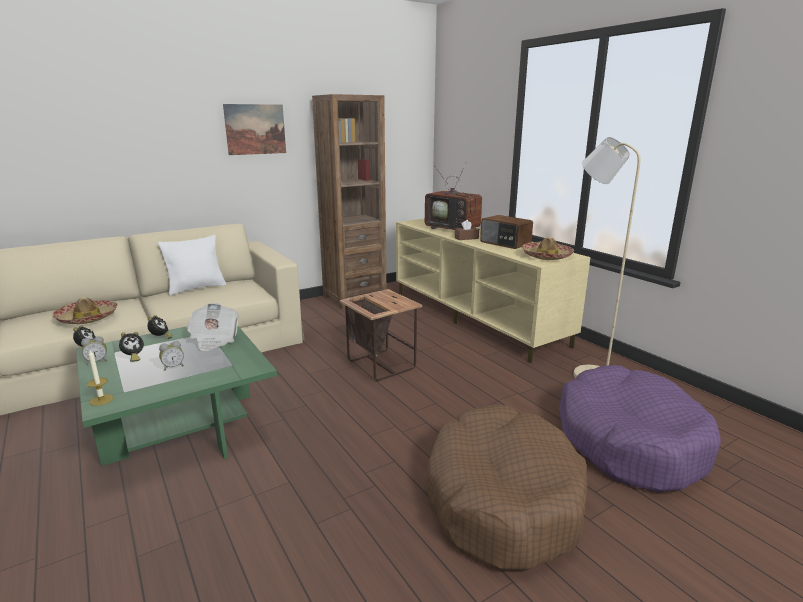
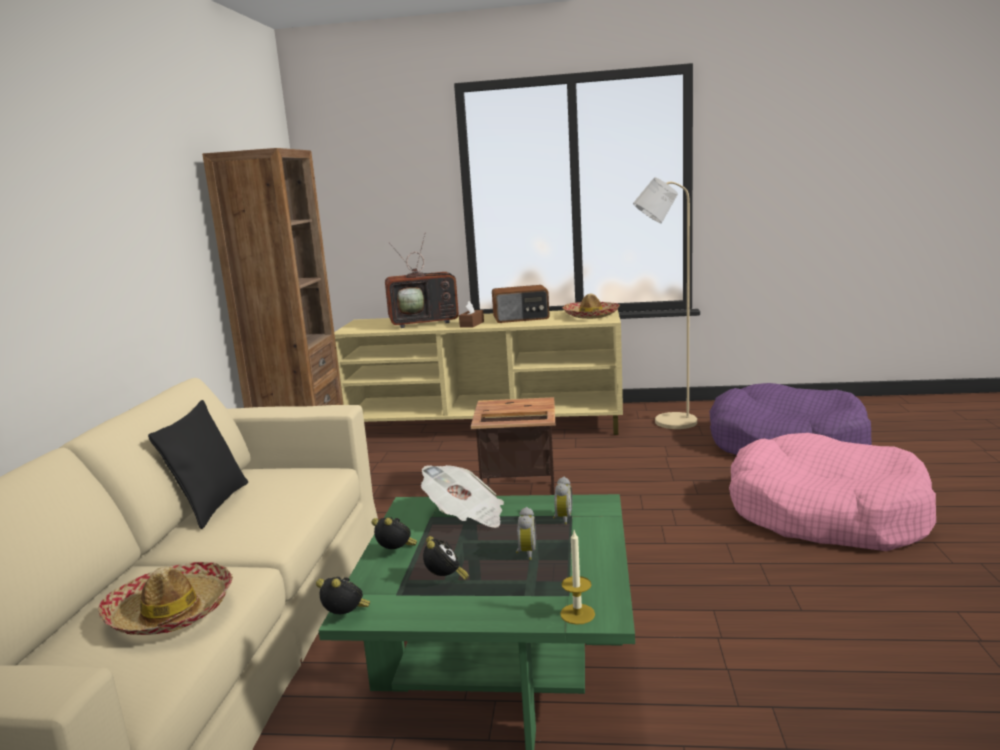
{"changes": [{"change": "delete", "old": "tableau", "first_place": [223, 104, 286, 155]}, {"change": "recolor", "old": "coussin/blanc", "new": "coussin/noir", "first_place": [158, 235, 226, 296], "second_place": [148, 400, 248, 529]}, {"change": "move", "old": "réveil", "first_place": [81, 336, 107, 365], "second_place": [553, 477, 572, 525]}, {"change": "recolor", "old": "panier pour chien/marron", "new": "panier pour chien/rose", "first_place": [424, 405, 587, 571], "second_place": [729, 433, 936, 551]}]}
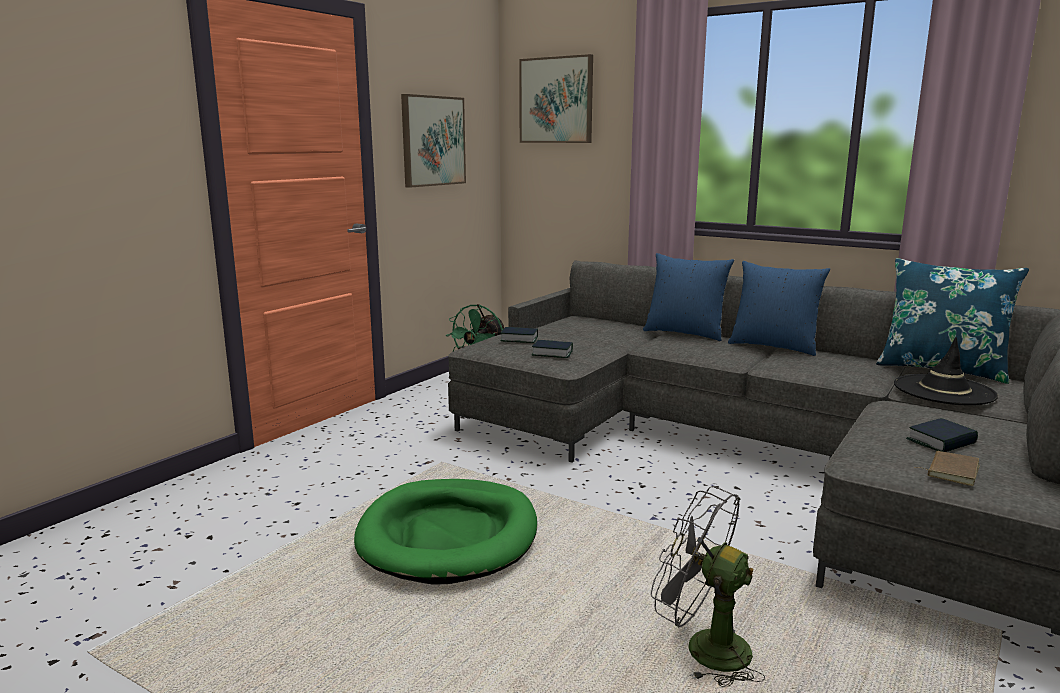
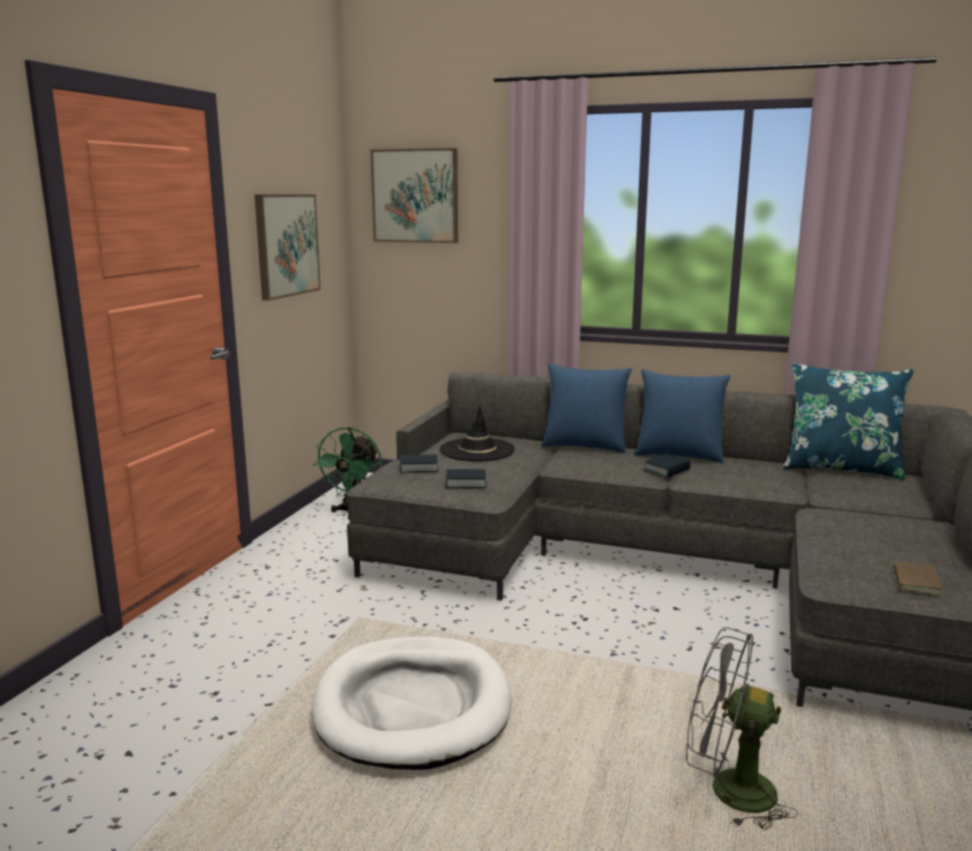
{"changes": [{"change": "move", "old": "chapeau/noir", "first_place": [894, 337, 998, 405], "second_place": [440, 406, 515, 461]}, {"change": "move", "old": "livre", "first_place": [906, 418, 978, 452], "second_place": [643, 454, 690, 478]}, {"change": "recolor", "old": "panier pour chien/vert", "new": "panier pour chien/blanc", "first_place": [354, 479, 537, 585], "second_place": [311, 637, 512, 770]}]}
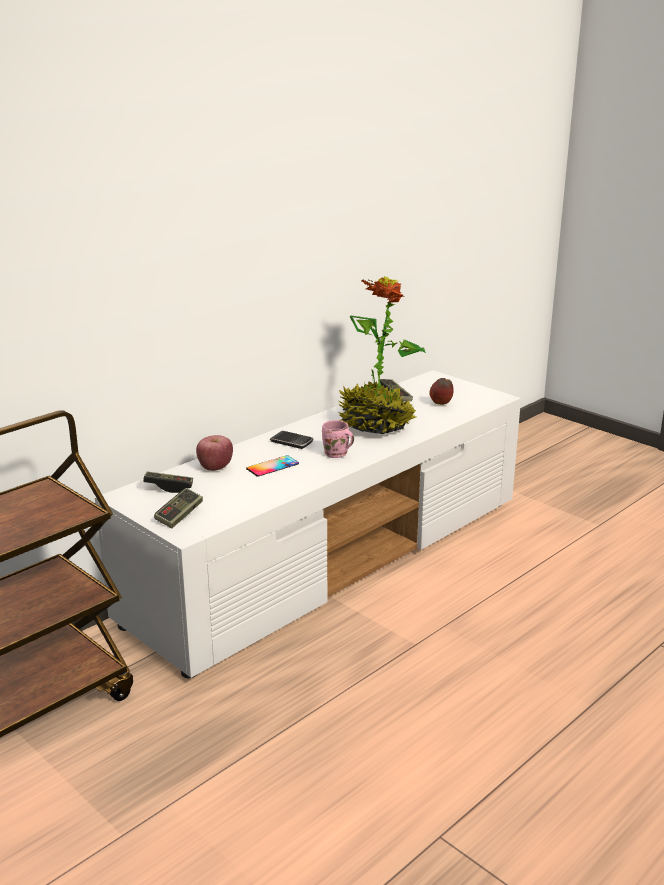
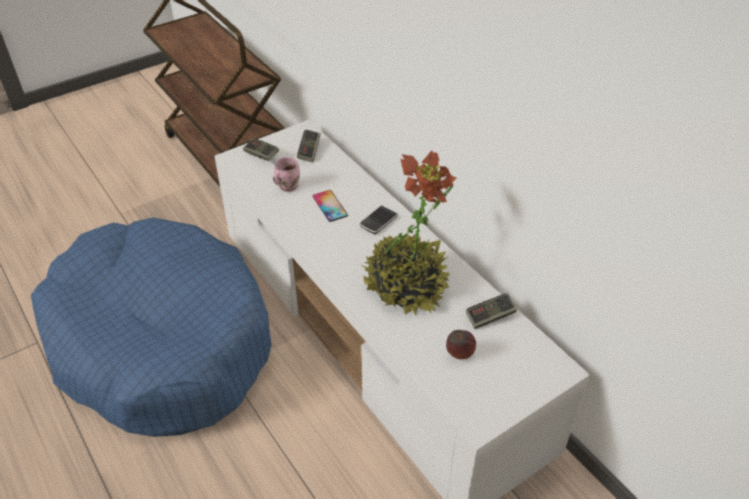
{"changes": [{"change": "move", "old": "mug/rose", "first_place": [322, 420, 354, 458], "second_place": [273, 157, 300, 192]}, {"change": "delete", "old": "pomme", "first_place": [196, 435, 233, 471]}, {"change": "insert", "new": "panier pour chien/bleu", "second_place": [31, 217, 272, 437]}]}
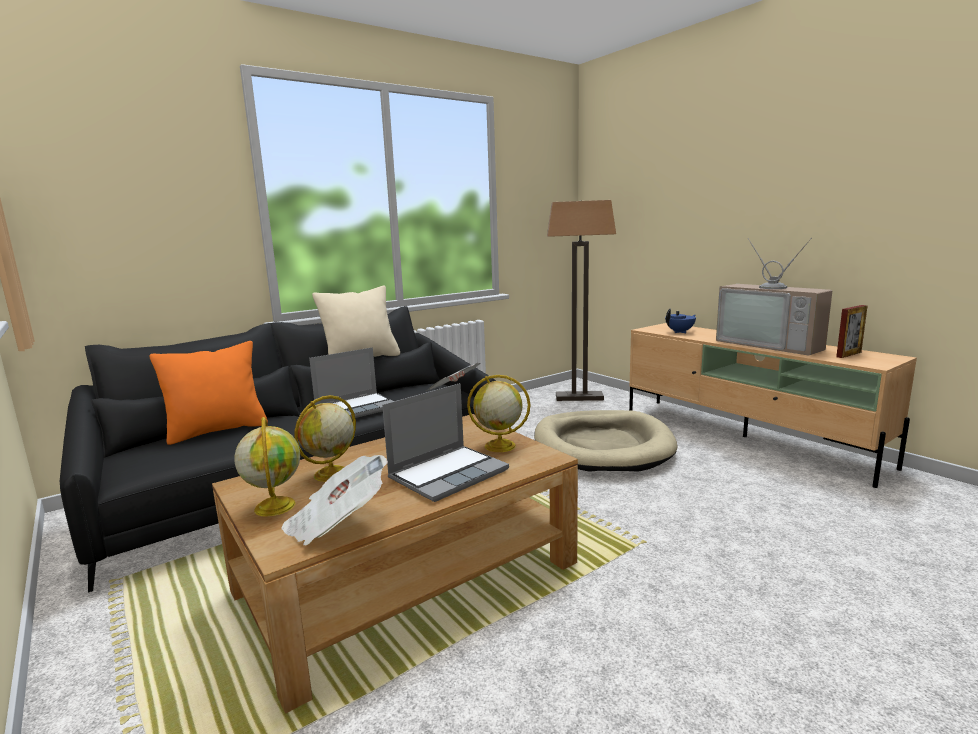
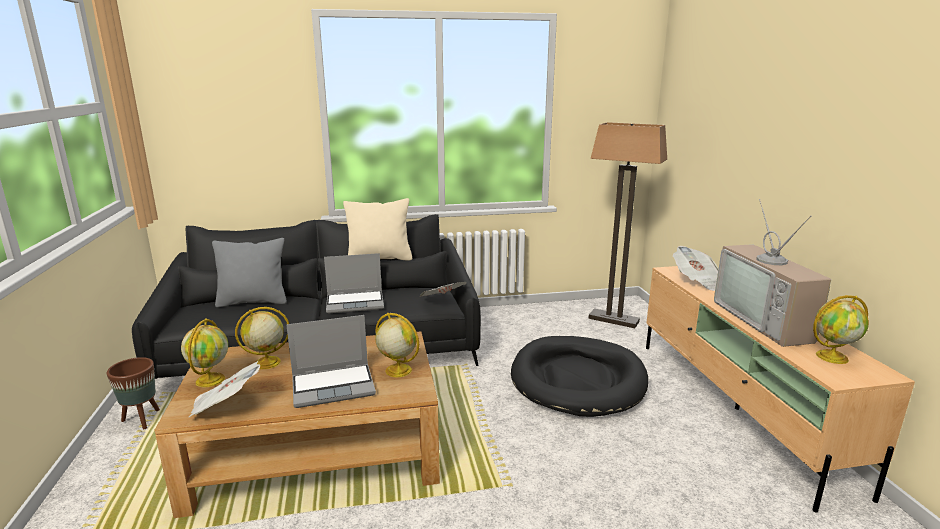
{"changes": [{"change": "replace", "old": "cadre photo", "new": "globe", "first_place": [836, 305, 868, 358], "second_place": [813, 295, 869, 364]}, {"change": "replace", "old": "théière/bleu", "new": "journal", "first_place": [665, 309, 696, 333], "second_place": [673, 246, 719, 291]}, {"change": "recolor", "old": "coussin/orange", "new": "coussin/gris", "first_place": [150, 341, 268, 445], "second_place": [212, 238, 287, 307]}, {"change": "recolor", "old": "panier pour chien/beige", "new": "panier pour chien/noir", "first_place": [534, 410, 678, 472], "second_place": [511, 336, 648, 417]}, {"change": "insert", "new": "cache-pot/marron", "second_place": [107, 357, 160, 429]}]}
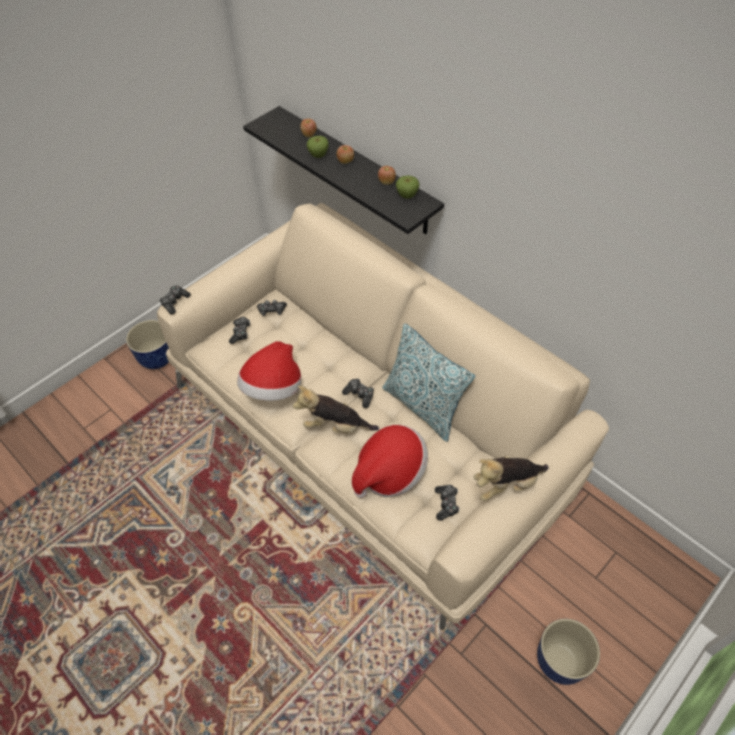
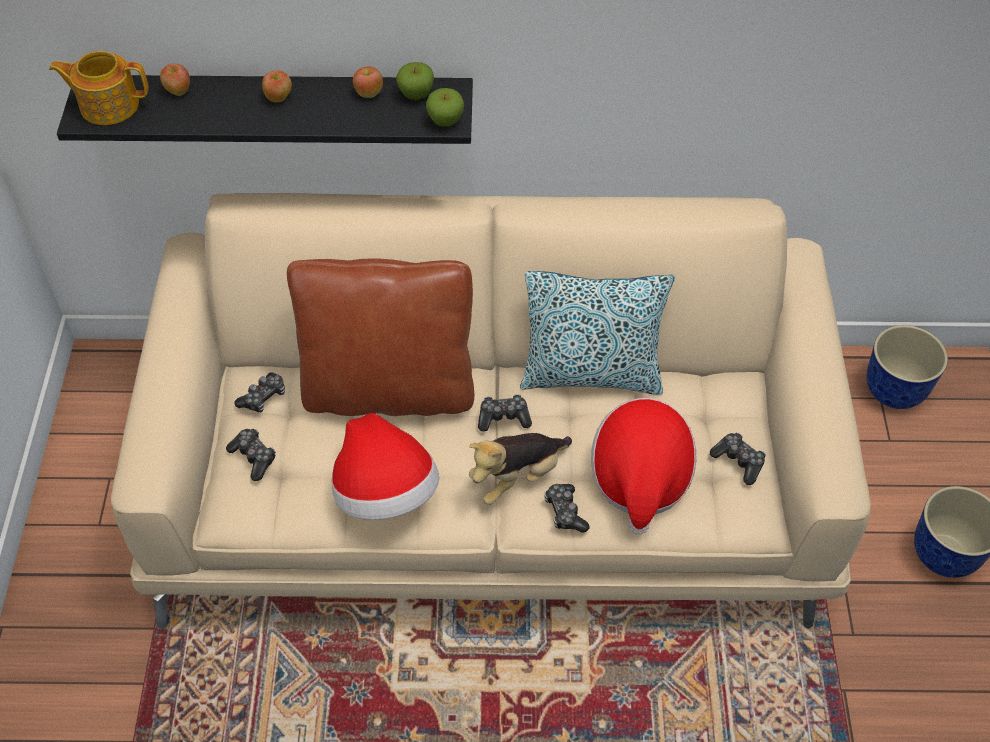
{"changes": [{"change": "move", "old": "pomme", "first_place": [307, 136, 329, 158], "second_place": [426, 88, 464, 127]}, {"change": "move", "old": "manette", "first_place": [160, 285, 191, 314], "second_place": [544, 484, 590, 533]}, {"change": "move", "old": "cache-pot", "first_place": [126, 320, 169, 369], "second_place": [866, 325, 948, 409]}, {"change": "delete", "old": "peluche", "first_place": [474, 456, 549, 501]}, {"change": "insert", "new": "théière", "second_place": [49, 51, 149, 125]}, {"change": "insert", "new": "coussin/marron", "second_place": [287, 258, 474, 416]}]}
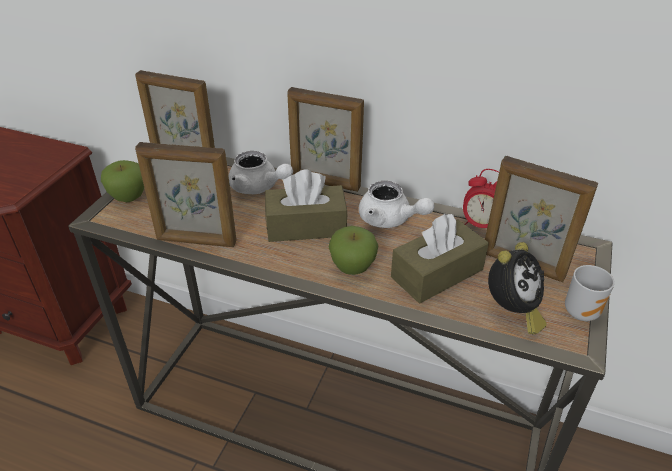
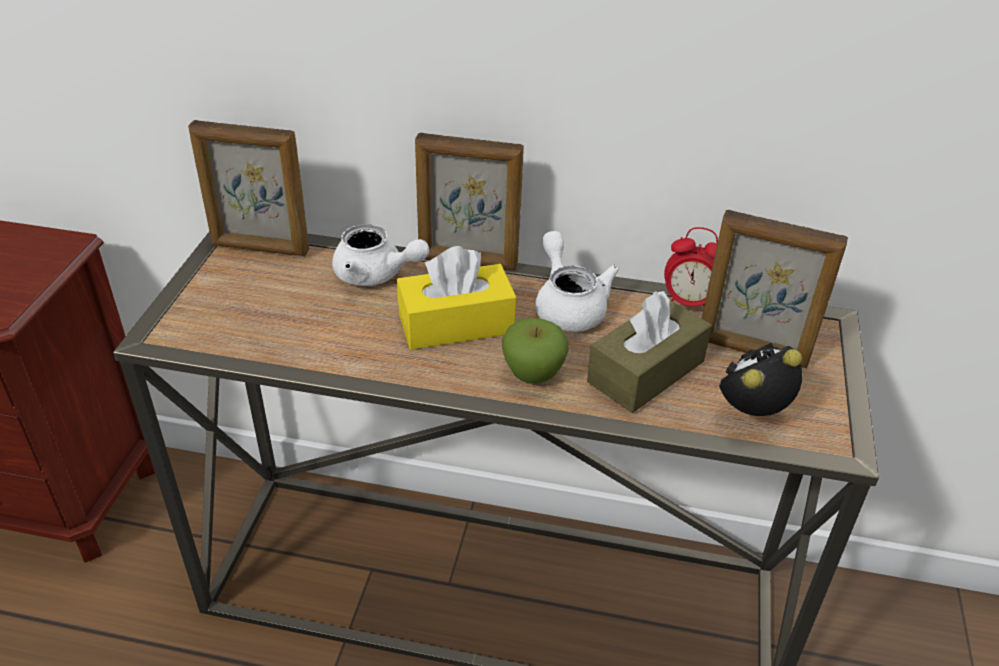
{"changes": [{"change": "delete", "old": "cadre photo", "first_place": [135, 142, 236, 247]}, {"change": "delete", "old": "pomme", "first_place": [101, 160, 144, 202]}, {"change": "recolor", "old": "boîte à mouchoirs/marron", "new": "boîte à mouchoirs/jaune", "first_place": [265, 169, 348, 242], "second_place": [397, 246, 516, 350]}, {"change": "rotate", "old": "théière/blanc", "first_place": [359, 181, 435, 228], "second_place": [535, 231, 619, 332], "degrees": -135}, {"change": "rotate", "old": "réveil", "first_place": [488, 242, 547, 334], "second_place": [719, 343, 802, 416], "degrees": -150}, {"change": "delete", "old": "mug", "first_place": [565, 265, 615, 321]}]}
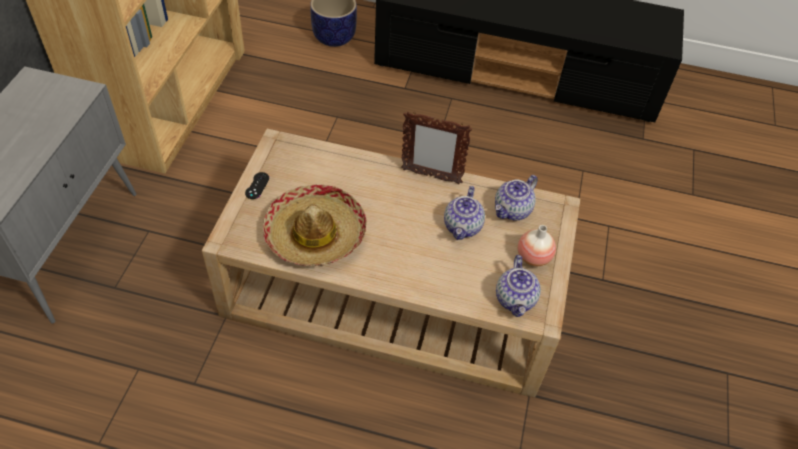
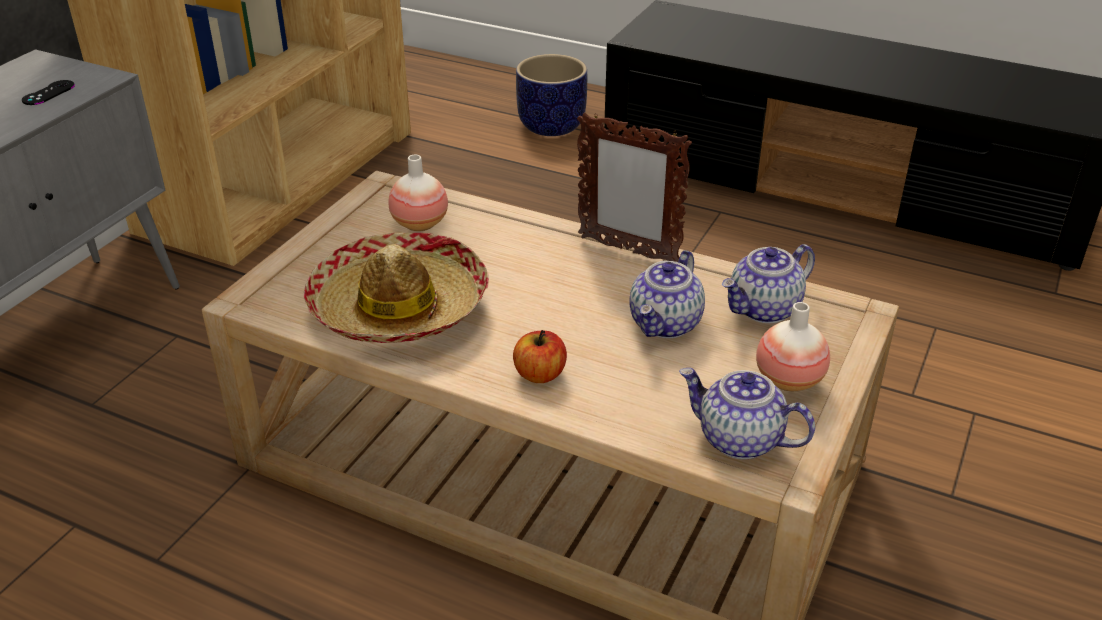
{"changes": [{"change": "move", "old": "manette/noir", "first_place": [245, 172, 269, 199], "second_place": [22, 80, 75, 105]}, {"change": "rotate", "old": "théière", "first_place": [496, 255, 541, 317], "second_place": [679, 368, 815, 459], "degrees": 105}, {"change": "insert", "new": "vase", "second_place": [388, 154, 448, 231]}, {"change": "insert", "new": "pomme", "second_place": [513, 330, 567, 383]}]}
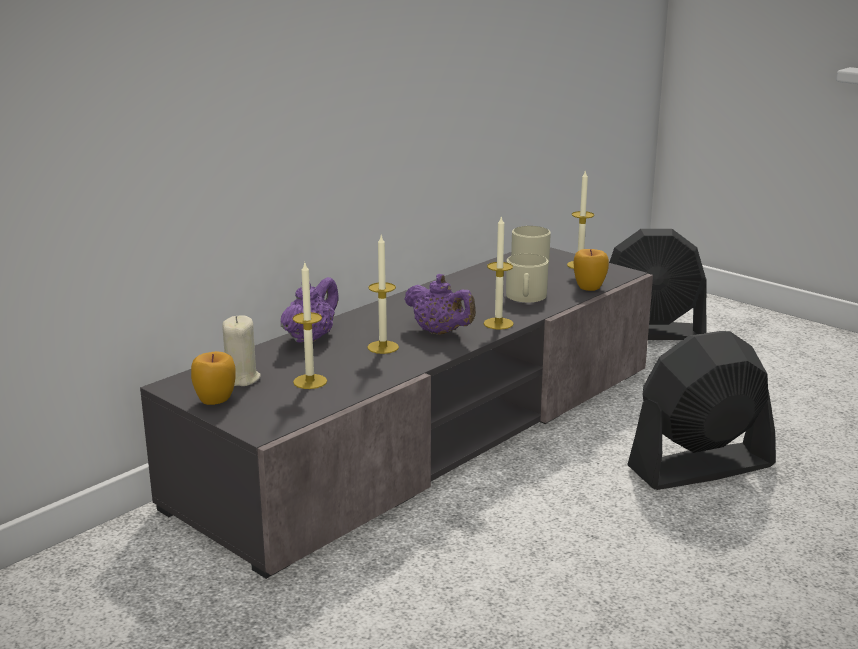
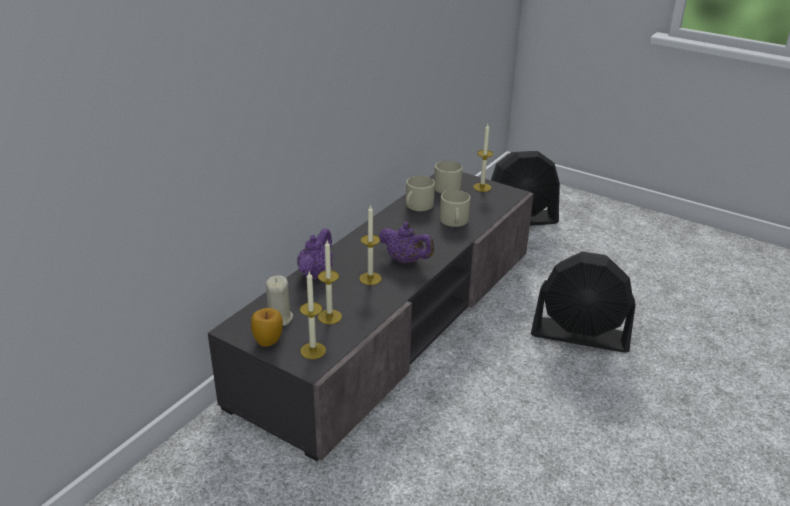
{"changes": [{"change": "move", "old": "bougie", "first_place": [484, 215, 514, 330], "second_place": [300, 272, 326, 359]}, {"change": "delete", "old": "pomme", "first_place": [573, 249, 609, 291]}, {"change": "rotate", "old": "ventilateur/noir", "first_place": [627, 331, 776, 490], "second_place": [531, 251, 636, 353], "degrees": -135}, {"change": "insert", "new": "mug/beige", "second_place": [406, 176, 435, 211]}]}
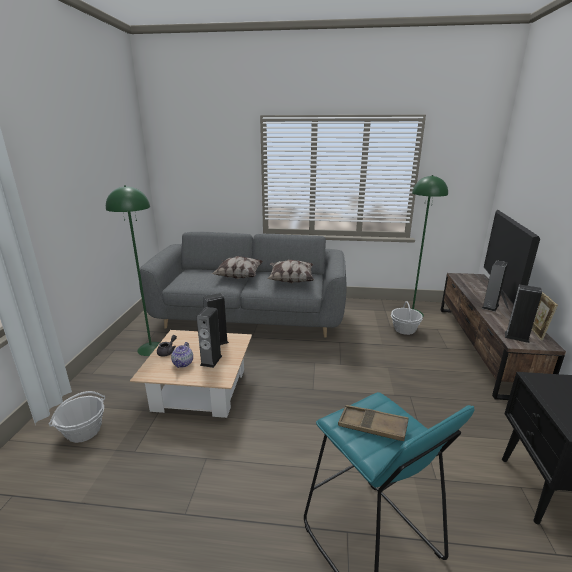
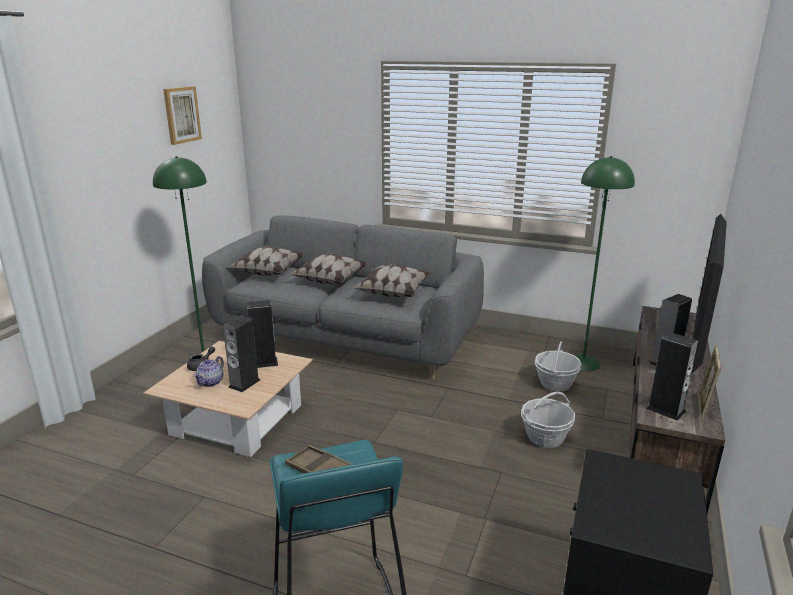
{"changes": [{"change": "move", "old": "panier", "first_place": [49, 391, 105, 443], "second_place": [521, 392, 575, 448]}, {"change": "insert", "new": "tableau", "second_place": [163, 86, 202, 145]}, {"change": "insert", "new": "coussin", "second_place": [227, 246, 304, 276]}]}
